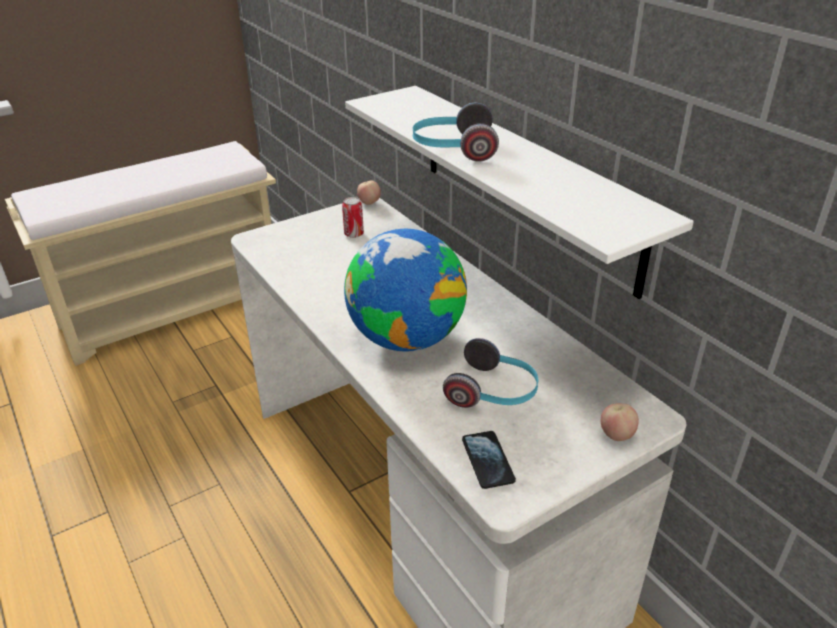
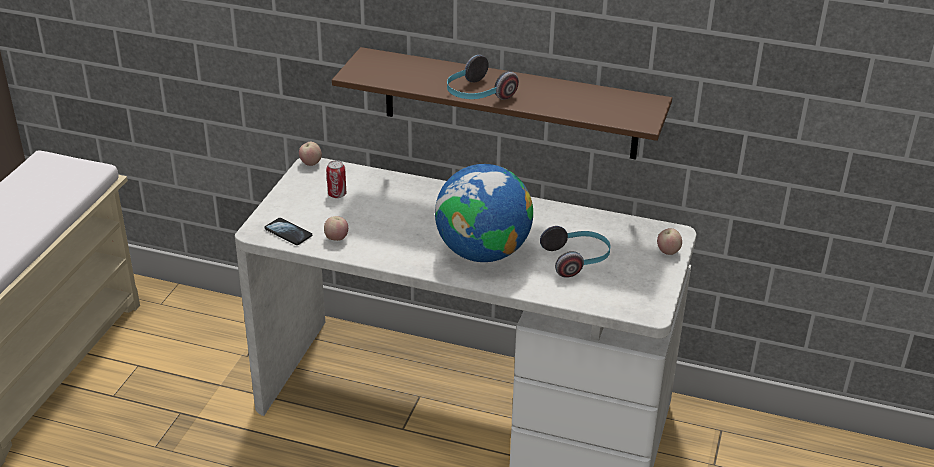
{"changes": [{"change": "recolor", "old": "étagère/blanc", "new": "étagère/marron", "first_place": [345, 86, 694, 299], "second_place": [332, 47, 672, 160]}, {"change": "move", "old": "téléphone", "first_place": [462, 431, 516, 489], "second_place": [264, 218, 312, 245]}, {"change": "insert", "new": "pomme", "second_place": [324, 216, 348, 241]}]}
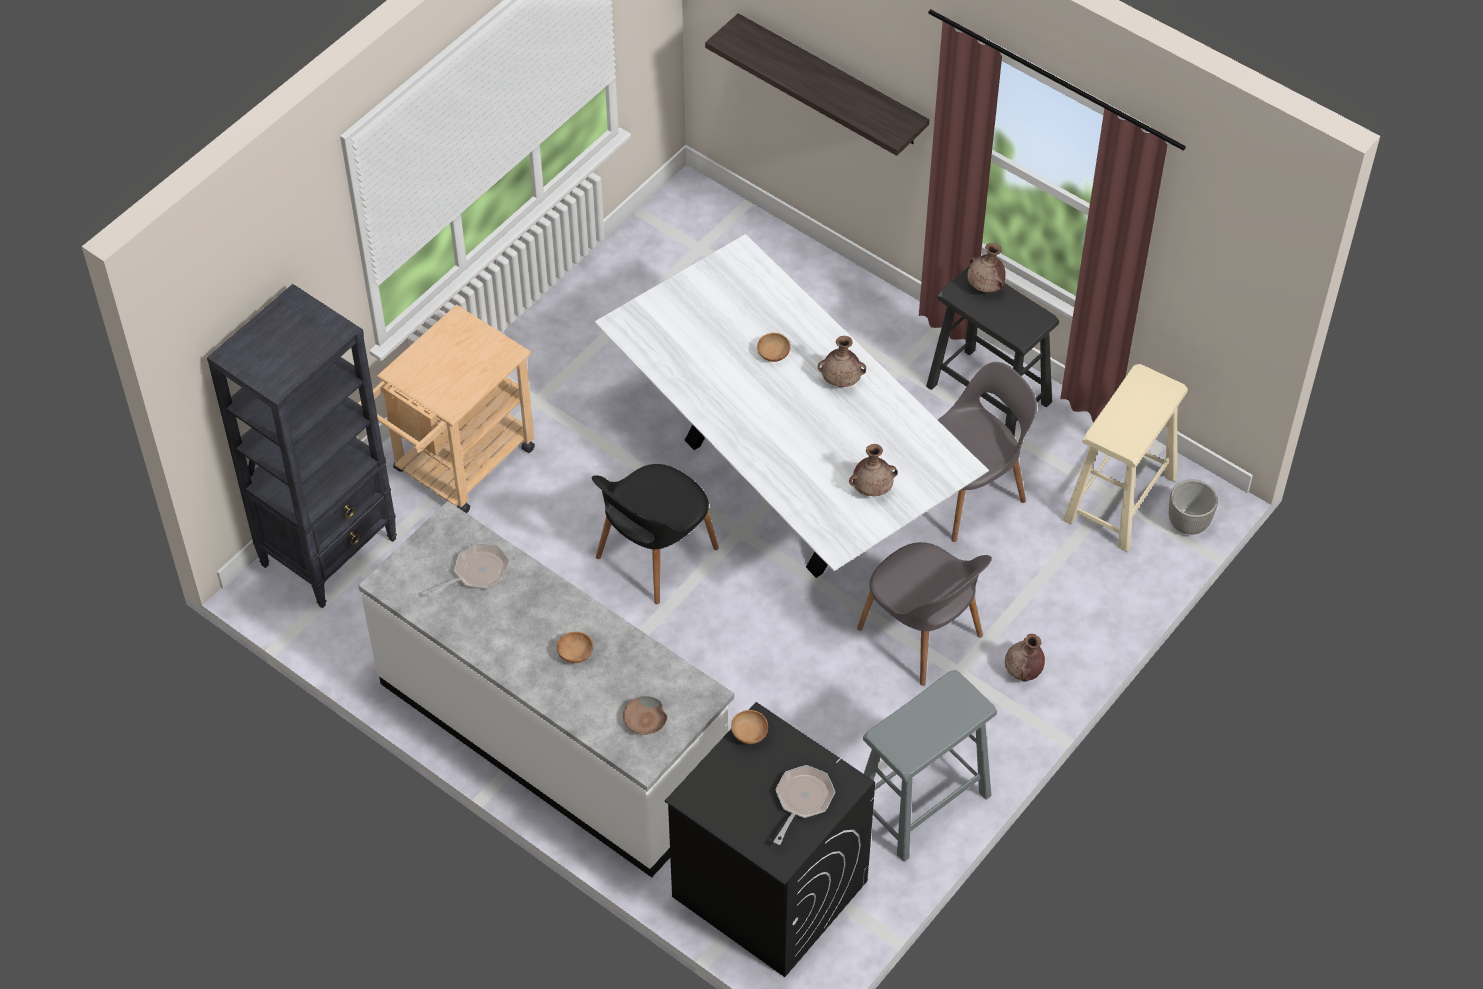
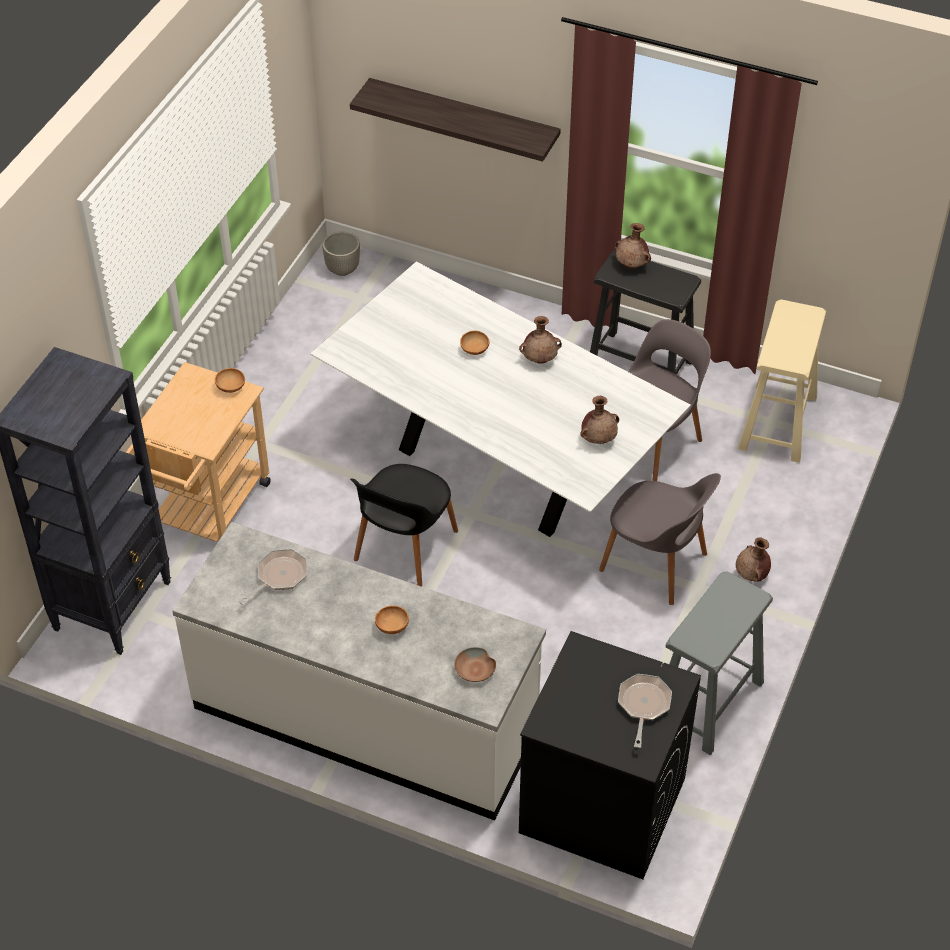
{"changes": [{"change": "move", "old": "cache-pot", "first_place": [1169, 479, 1218, 535], "second_place": [322, 231, 360, 276]}, {"change": "move", "old": "bol/marron", "first_place": [731, 710, 768, 744], "second_place": [215, 368, 245, 393]}]}
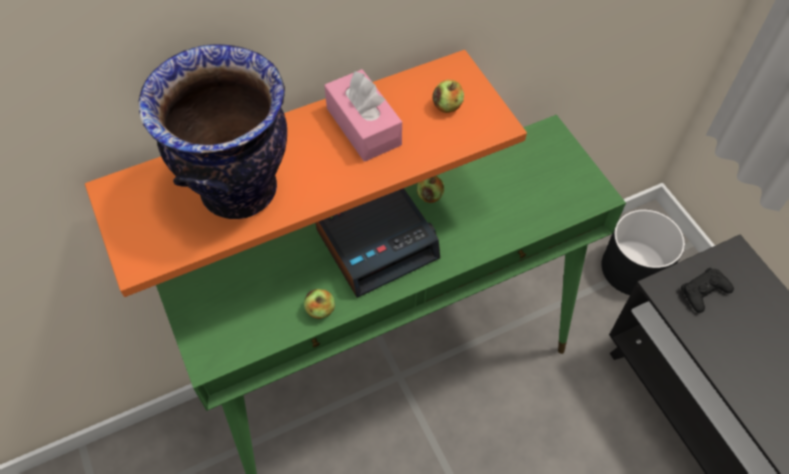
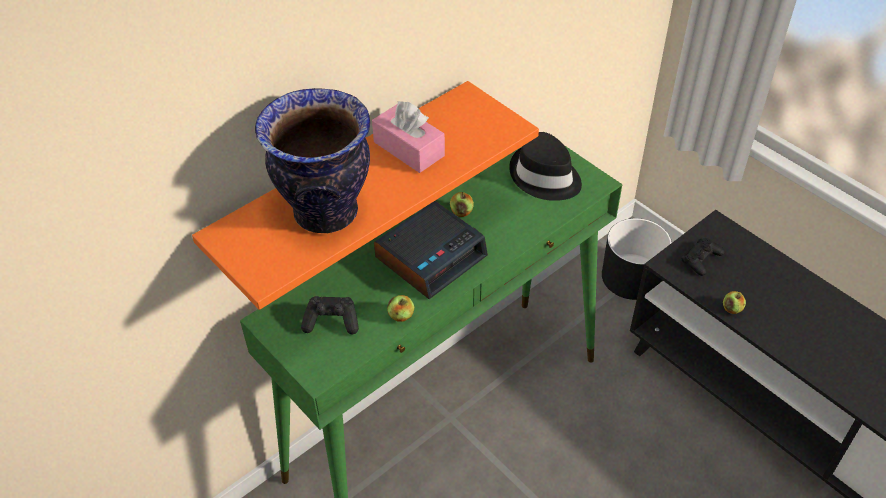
{"changes": [{"change": "move", "old": "pomme", "first_place": [432, 80, 464, 113], "second_place": [723, 291, 746, 314]}, {"change": "insert", "new": "chapeau/noir", "second_place": [509, 132, 582, 201]}, {"change": "insert", "new": "manette/noir", "second_place": [301, 296, 359, 335]}]}
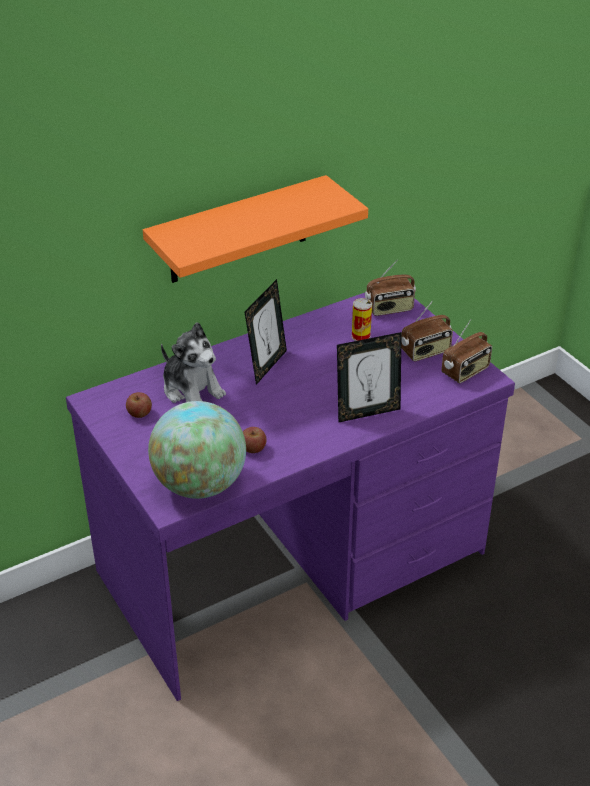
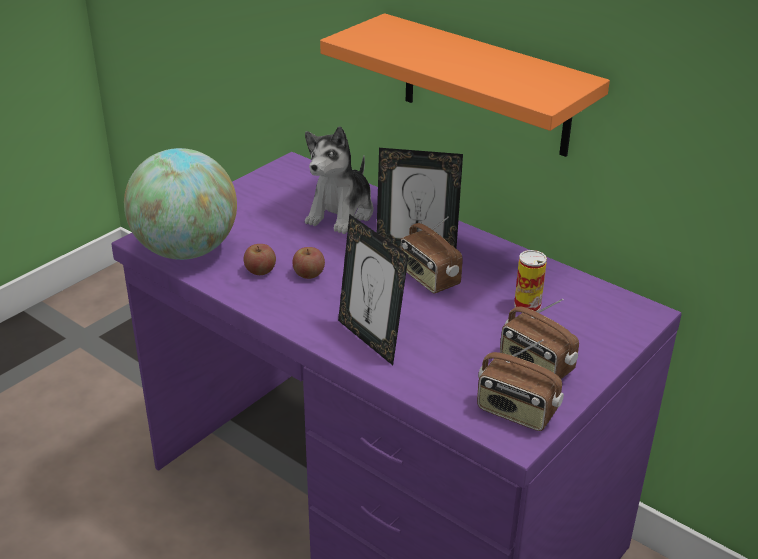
{"changes": [{"change": "move", "old": "radio", "first_place": [365, 259, 416, 316], "second_place": [400, 216, 463, 294]}, {"change": "move", "old": "pomme", "first_place": [126, 392, 152, 418], "second_place": [292, 247, 325, 279]}]}
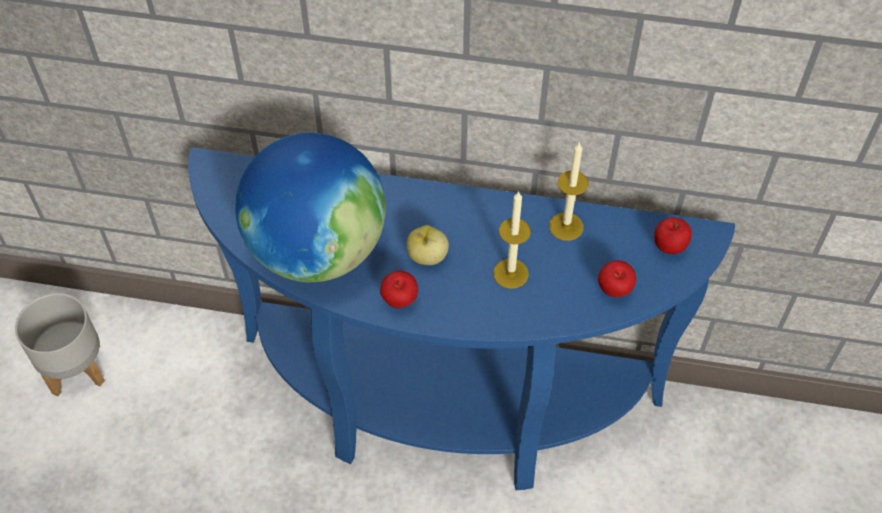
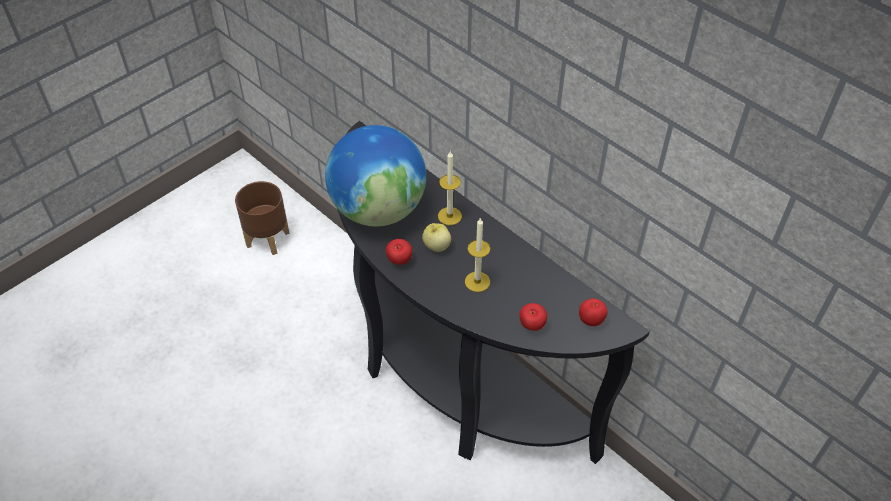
{"changes": [{"change": "move", "old": "bougie", "first_place": [549, 141, 588, 241], "second_place": [438, 151, 462, 225]}, {"change": "recolor", "old": "table console/bleu", "new": "table console/noir", "first_place": [188, 147, 735, 491], "second_place": [337, 121, 650, 464]}, {"change": "recolor", "old": "cache-pot/gris", "new": "cache-pot/marron", "first_place": [15, 293, 105, 397], "second_place": [235, 181, 290, 255]}]}
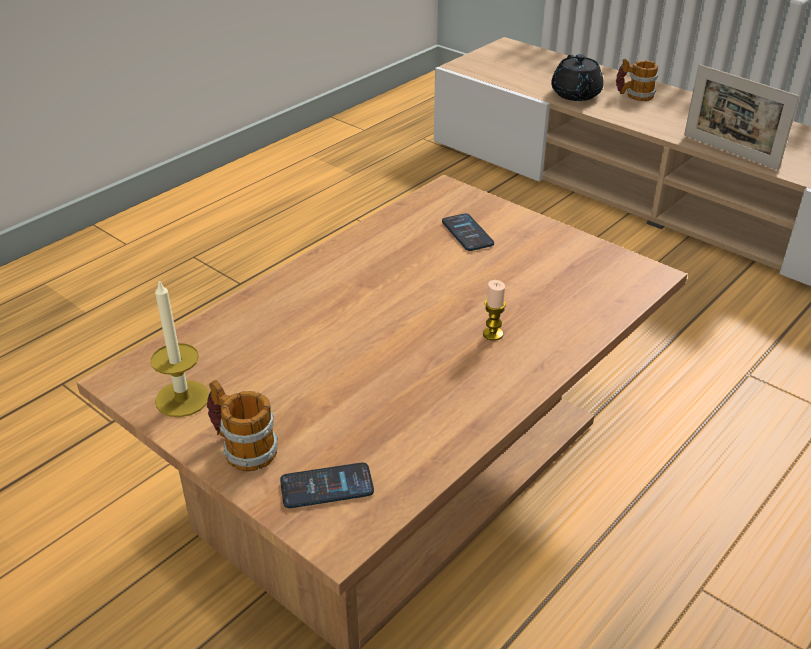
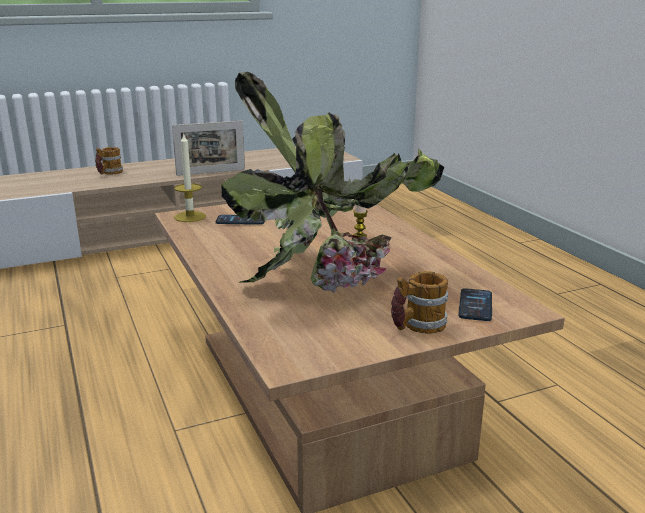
{"changes": [{"change": "delete", "old": "théière/noir", "first_place": [551, 54, 604, 101]}, {"change": "move", "old": "bougie", "first_place": [150, 280, 209, 417], "second_place": [174, 132, 206, 222]}, {"change": "insert", "new": "plante en pot", "second_place": [222, 72, 444, 293]}]}
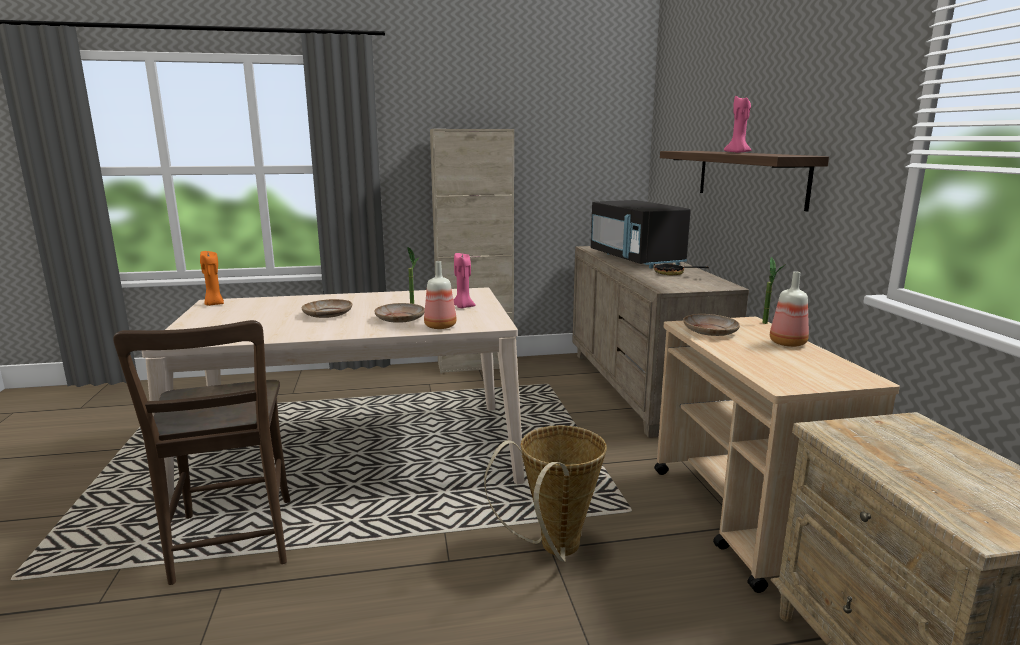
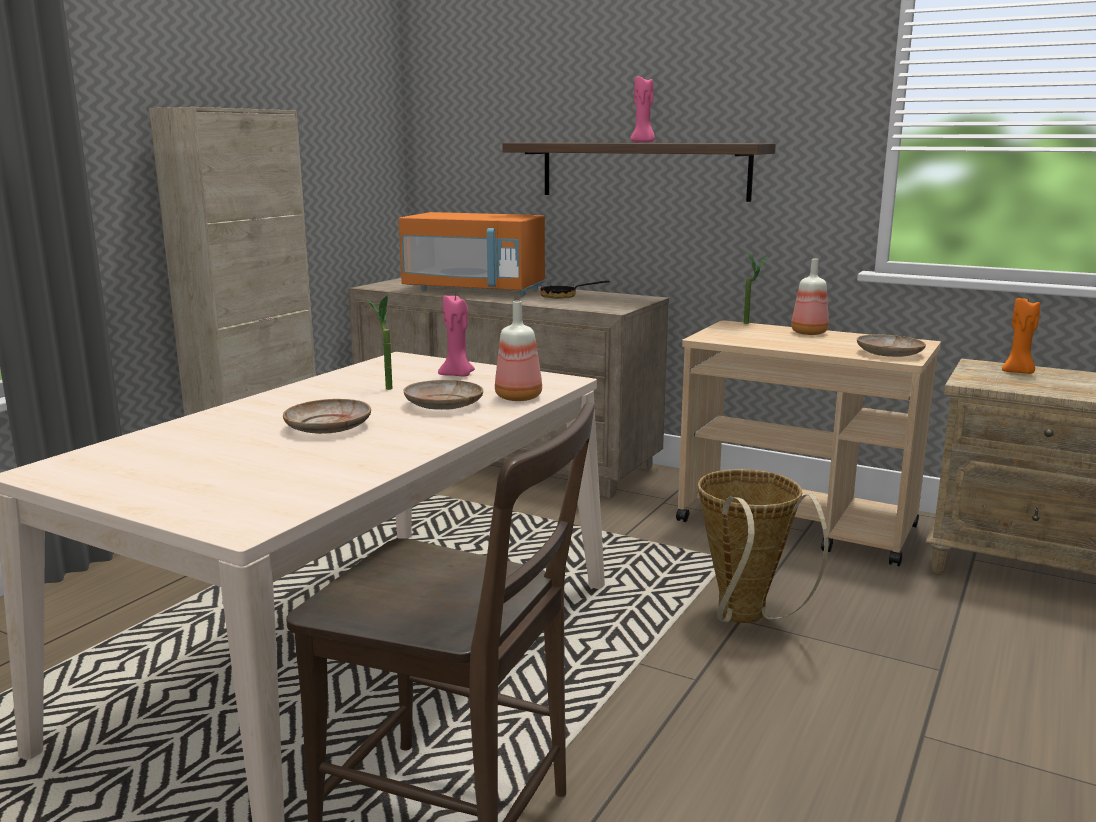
{"changes": [{"change": "recolor", "old": "micro-ondes/noir", "new": "micro-ondes/orange", "first_place": [591, 200, 691, 268], "second_place": [399, 212, 546, 296]}, {"change": "move", "old": "bougie/orange", "first_place": [200, 251, 224, 306], "second_place": [1002, 298, 1040, 374]}, {"change": "move", "old": "assiette/beige", "first_place": [683, 314, 740, 336], "second_place": [857, 334, 926, 357]}]}
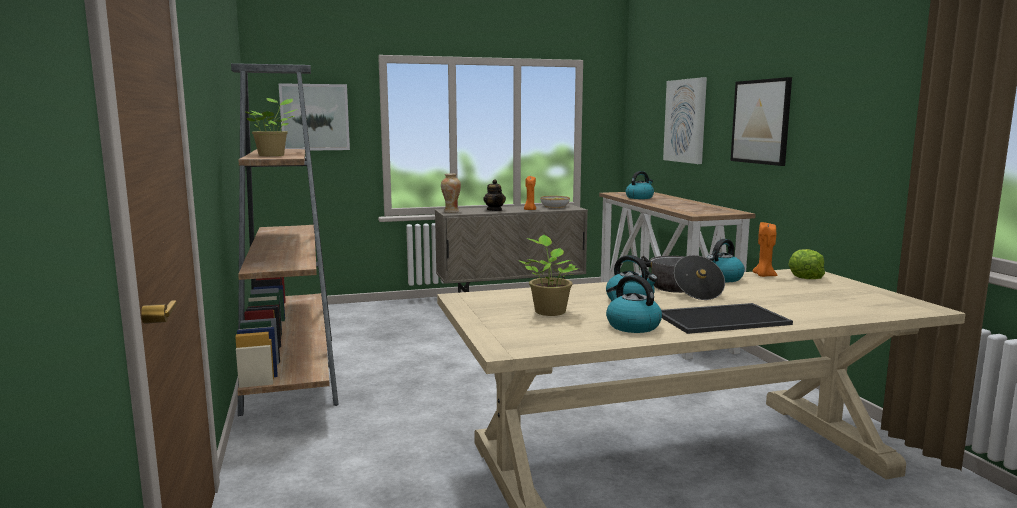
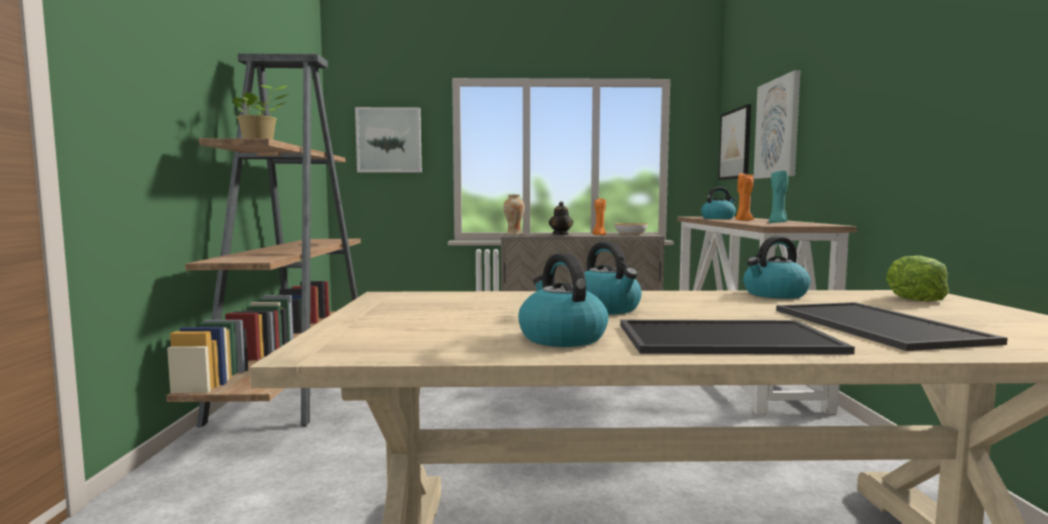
{"changes": [{"change": "move", "old": "tableau", "first_place": [730, 77, 792, 166], "second_place": [718, 104, 751, 180]}, {"change": "move", "old": "bougie/orange", "first_place": [753, 222, 777, 277], "second_place": [735, 173, 754, 221]}, {"change": "delete", "old": "plante en pot", "first_place": [519, 235, 580, 316]}, {"change": "delete", "old": "marmite", "first_place": [641, 255, 725, 300]}, {"change": "insert", "new": "bougie/turquoise", "second_place": [769, 170, 788, 223]}, {"change": "insert", "new": "plateau", "second_place": [776, 302, 1008, 351]}]}
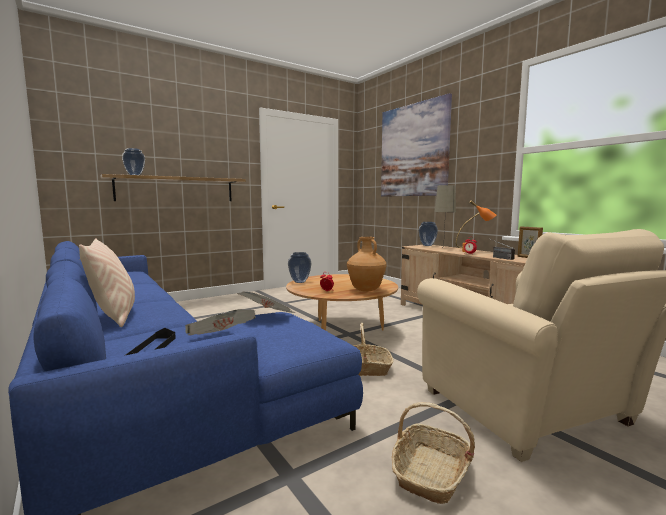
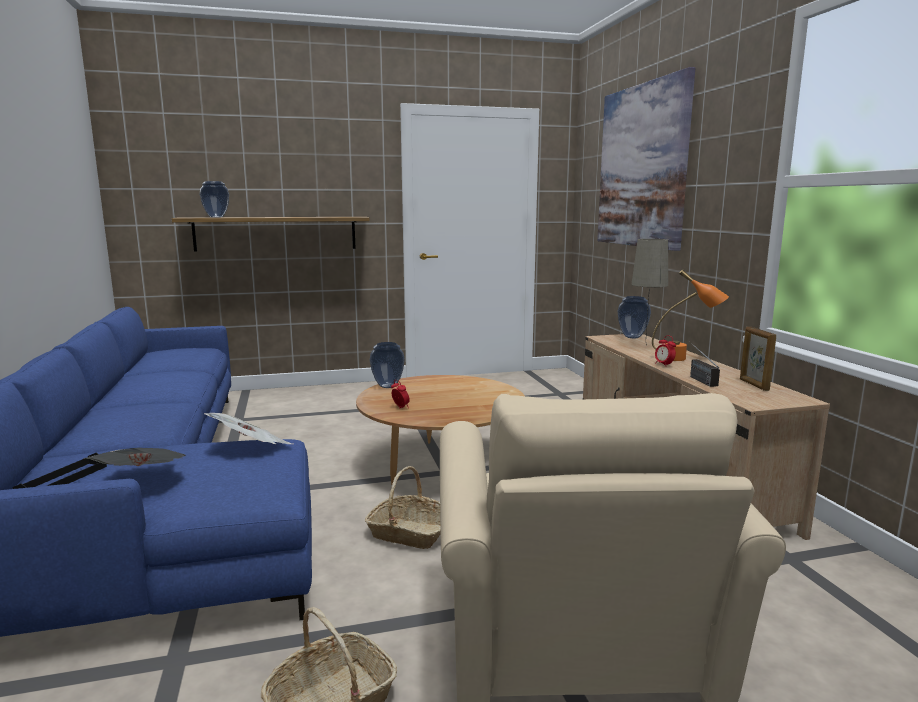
{"changes": [{"change": "delete", "old": "vase/marron", "first_place": [347, 237, 386, 292]}, {"change": "delete", "old": "coussin/beige", "first_place": [79, 238, 135, 327]}]}
